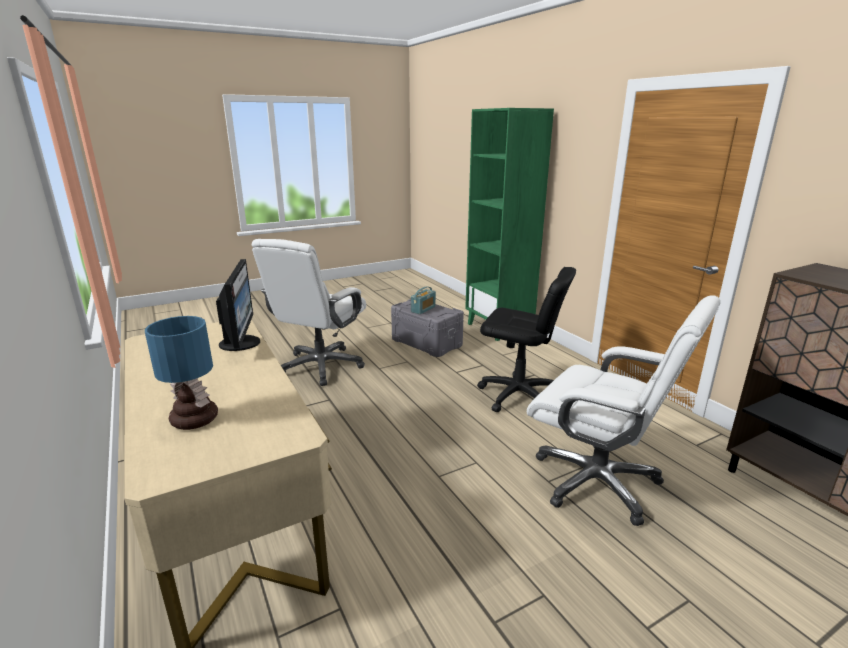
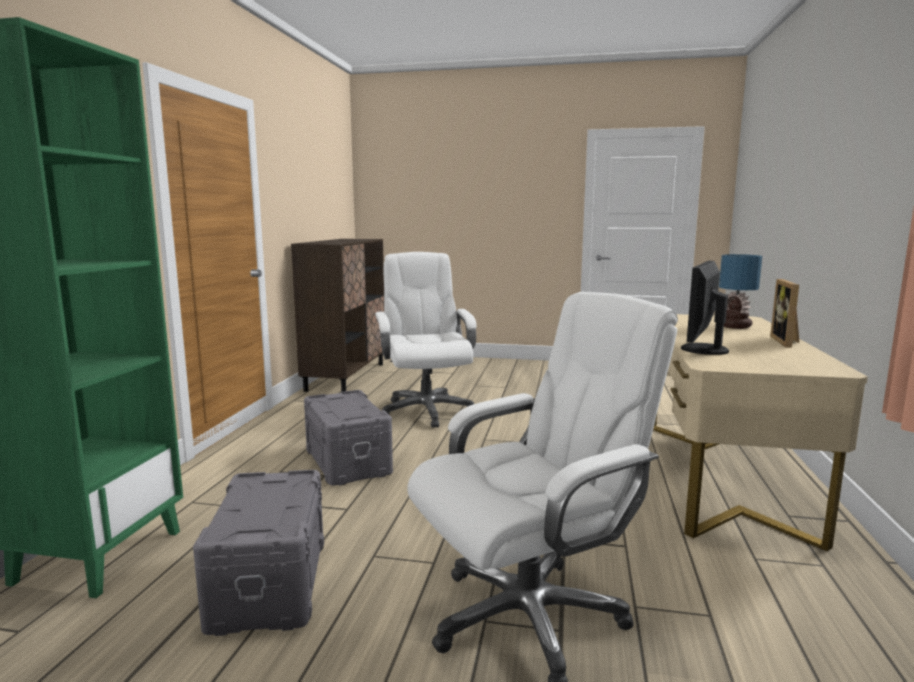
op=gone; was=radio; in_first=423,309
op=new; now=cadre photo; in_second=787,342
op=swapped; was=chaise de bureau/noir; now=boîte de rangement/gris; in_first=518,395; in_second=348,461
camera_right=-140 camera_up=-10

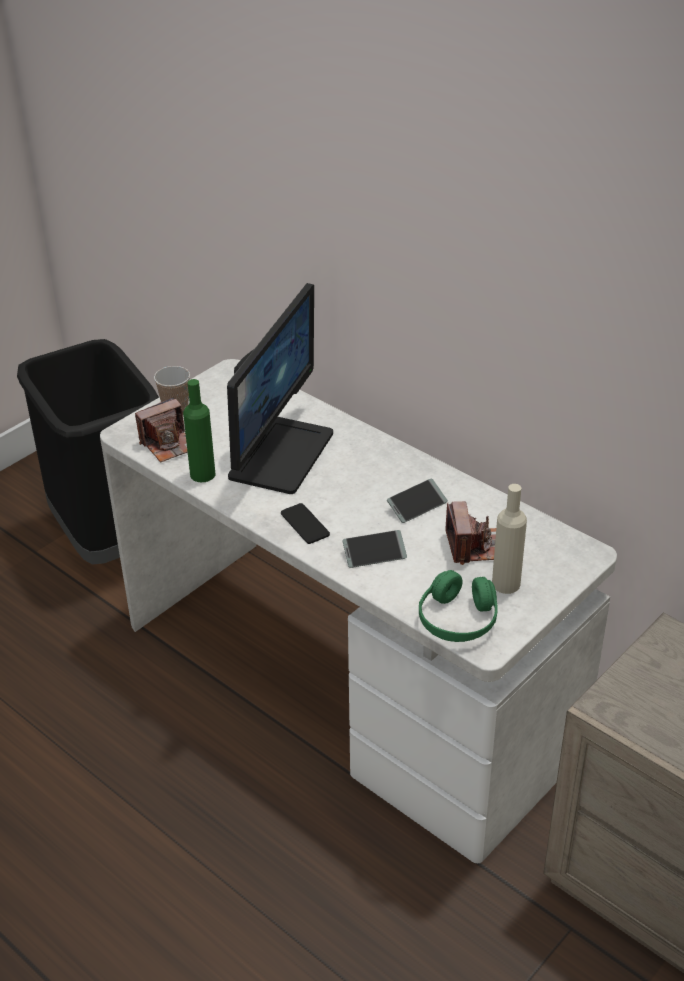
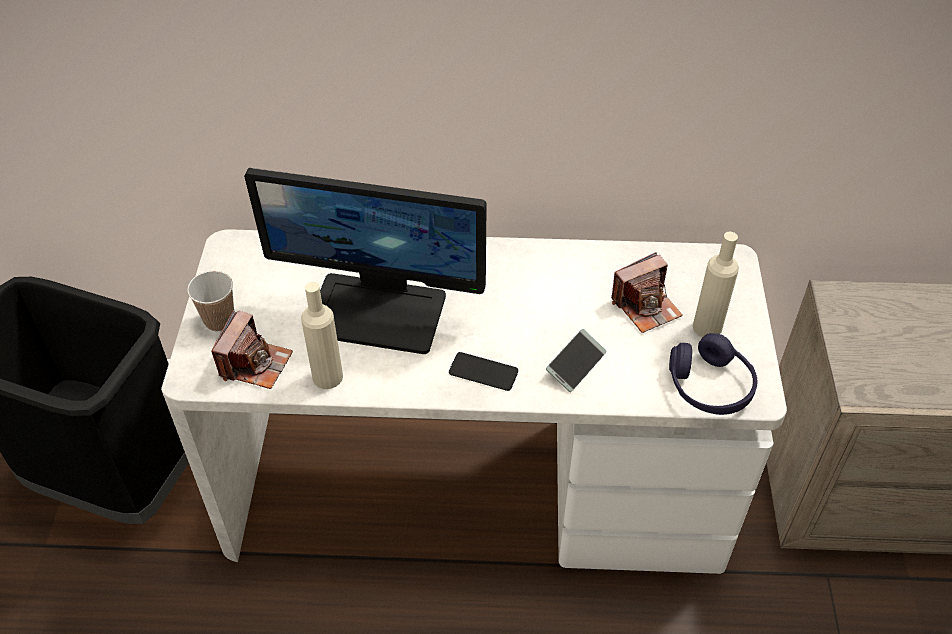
op=gone; was=téléphone; in_first=417,506
op=repainted; was=bouteille/vert; now=bouteille/beige; in_first=202,474; in_second=327,377
op=repainted; was=casque audio/vert; now=casque audio/violet; in_first=458,620; in_second=710,386
op=rotated; was=écran d'ordinateur; in_first=279,454; in_second=378,311; clockwise=120
op=rotated; was=appareil photo; in_first=474,546; in_second=646,307; clockwise=105
camera_right=-40 camera_up=10

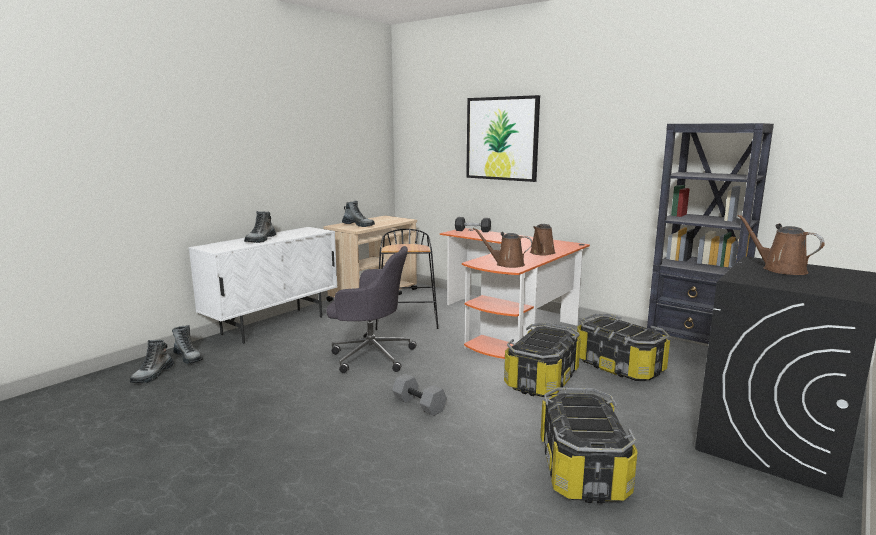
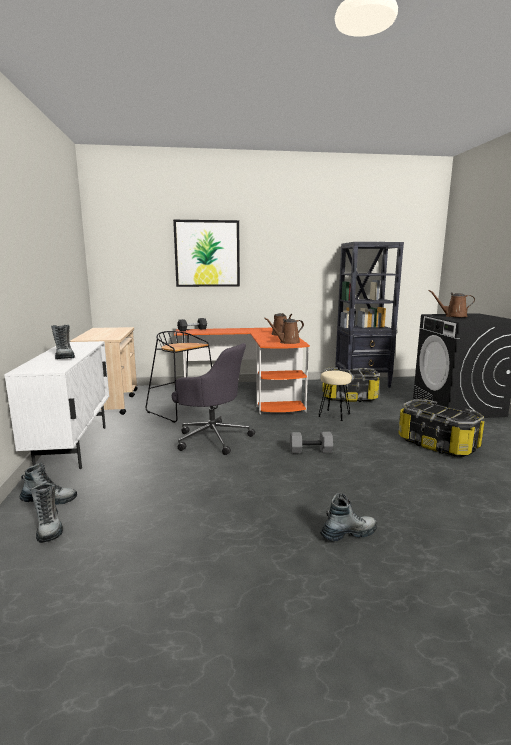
op=shifted; was=botte; in_first=358,225; in_second=348,534
op=swapped; was=boîte de rangement; now=tabouret/beige; in_first=541,379; in_second=334,415
op=rotated; was=chaise de bureau/gris; in_first=370,355; in_second=212,438; clockwise=60
camera_right=-45 camera_up=0

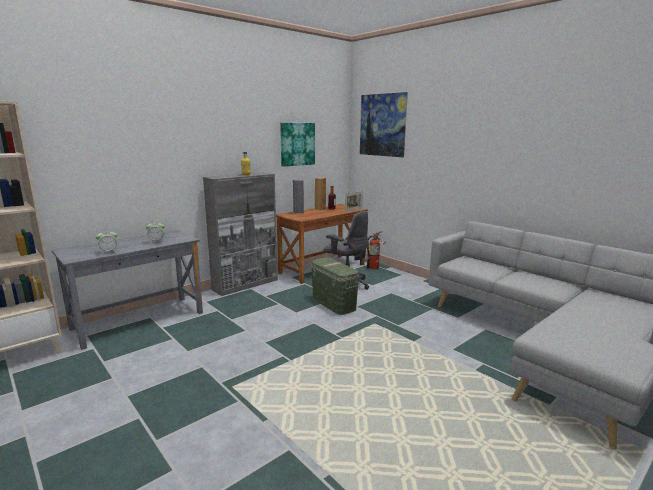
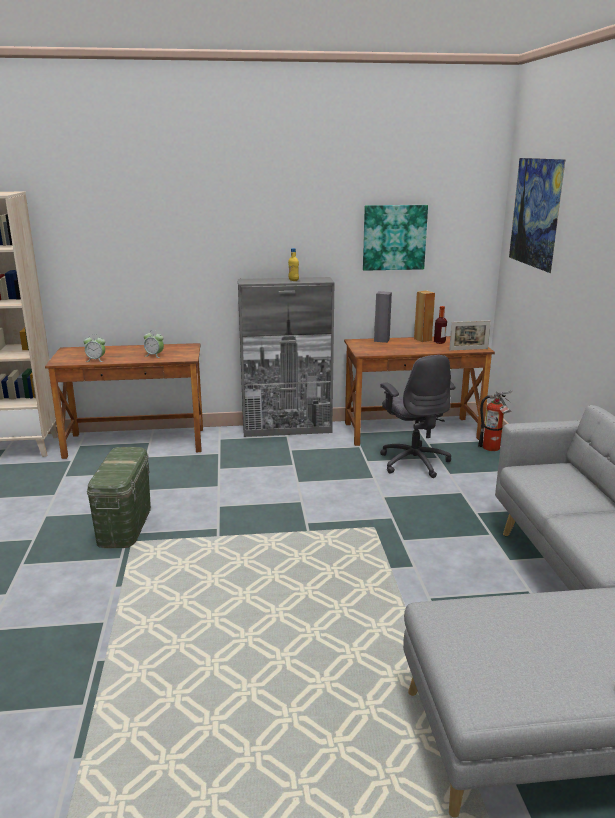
op=shifted; was=boîte de rangement/vert; in_first=333,303; in_second=124,525
op=repainted; was=bureau/gris; now=bureau/marron; in_first=138,320; in_second=136,443
camera_right=35 camera_up=5

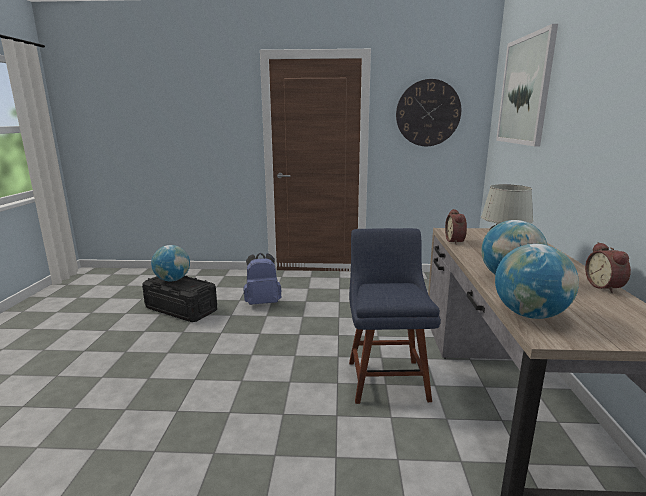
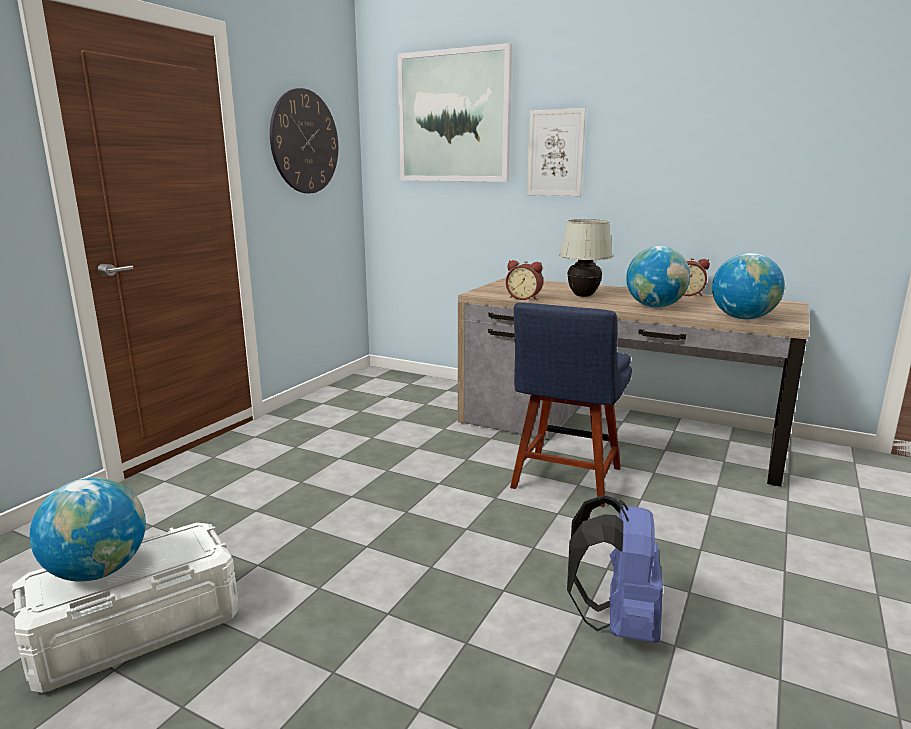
op=new; now=tableau; in_second=555,153
op=shifted; was=sac à dos/bleu; in_first=263,302; in_second=617,623
op=repainted; was=boîte de rangement/noir; now=boîte de rangement/blanc; in_first=181,309; in_second=136,630
op=rotated; was=chaise/bleu; in_first=386,377; in_second=565,480; clockwise=-90
camera_right=-65 camera_up=0

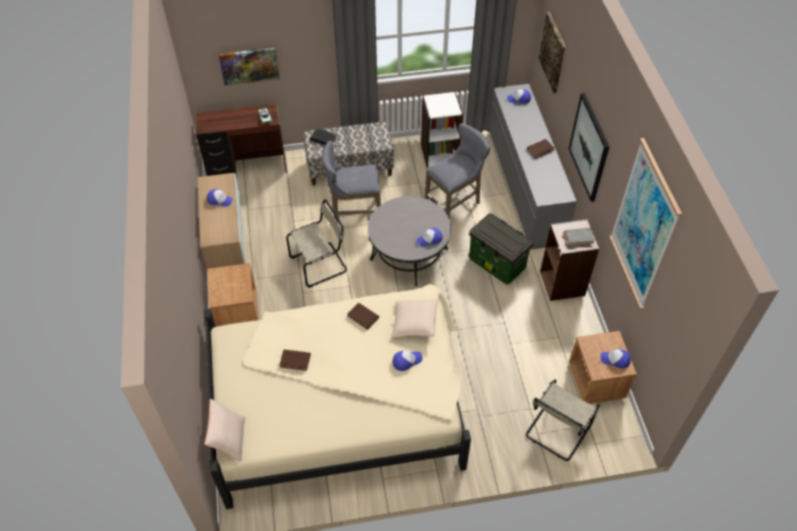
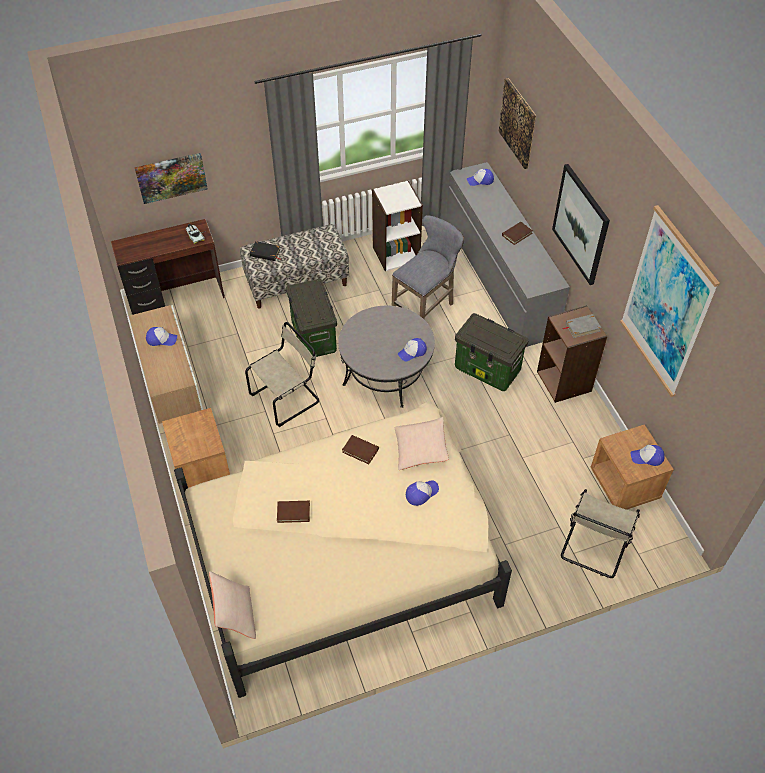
op=swapped; was=tabouret/gris; now=boîte de rangement; in_first=353,215; in_second=313,336
camera_right=-10 camera_up=0

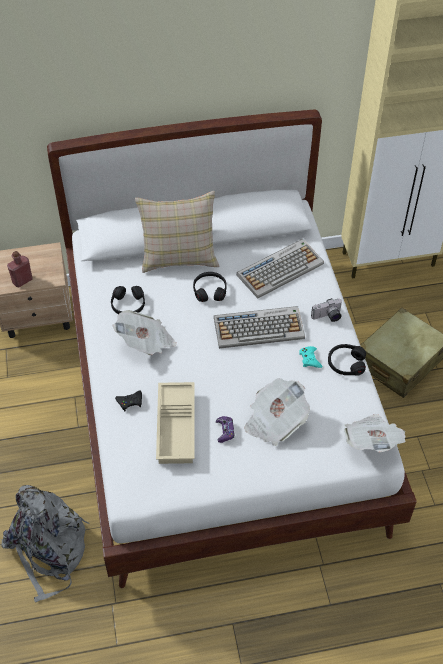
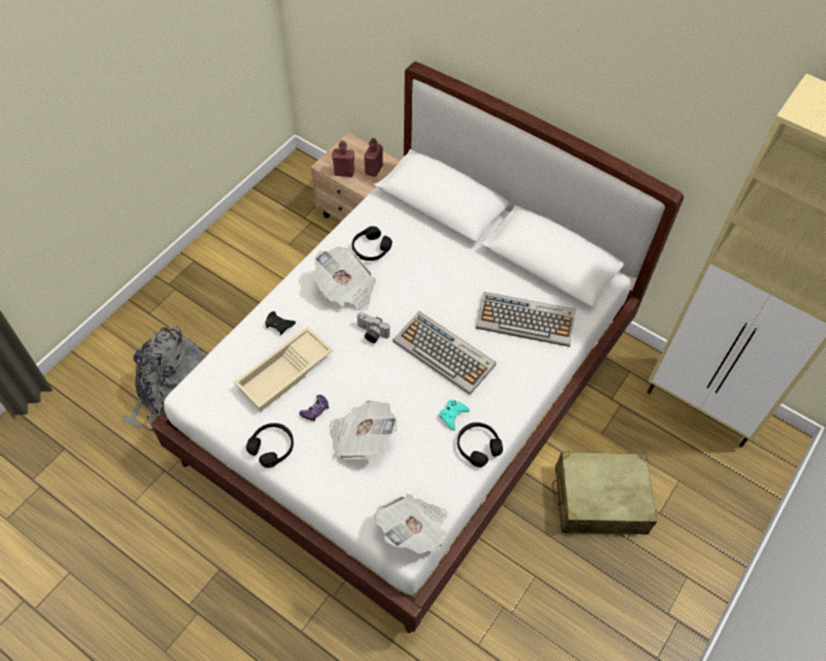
op=gone; was=coussin/beige; in_first=179,255
op=new; now=bouteille/rouge; in_second=373,170
op=shifted; was=casque audio/noir; in_first=210,290; in_second=272,447
op=shifted; was=appareil photo; in_first=327,317; in_second=371,334
camera_right=45 camera_up=5

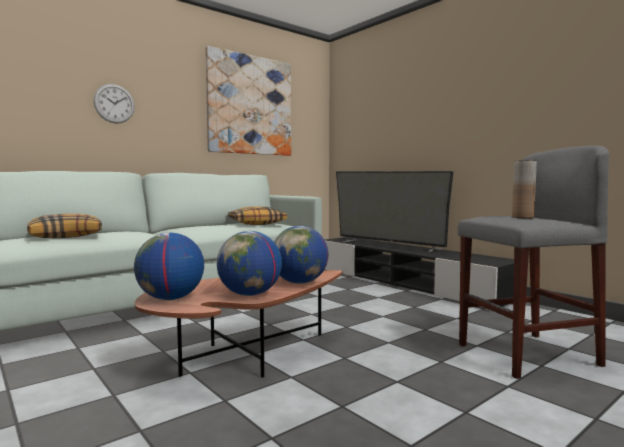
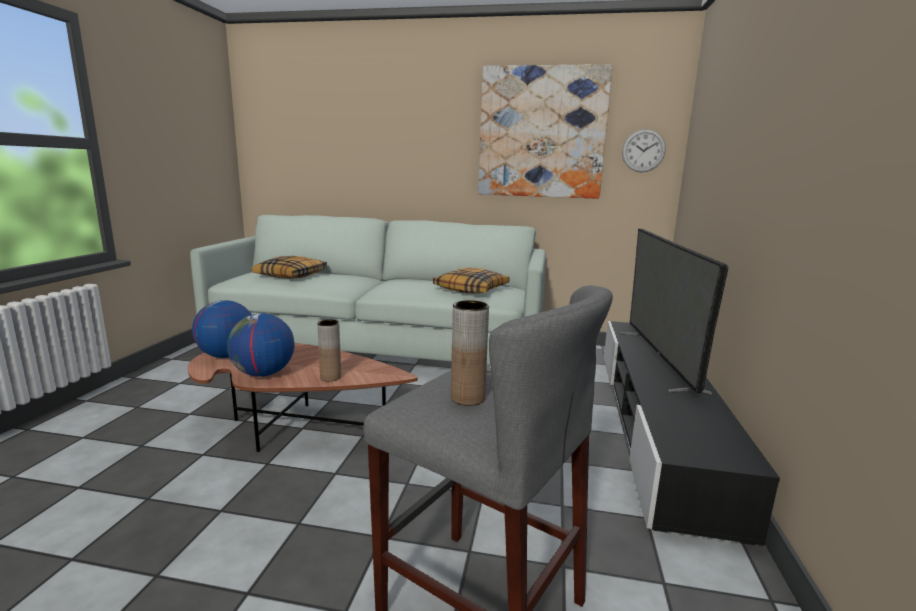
op=shifted; was=horloge murale; in_first=114,103; in_second=643,150
op=swapped; was=globe; now=vase/marron; in_first=300,283; in_second=330,377
camera_right=50 camera_up=10

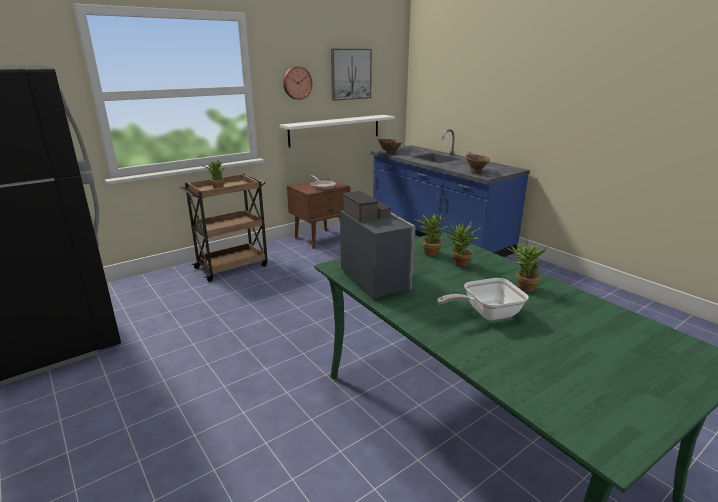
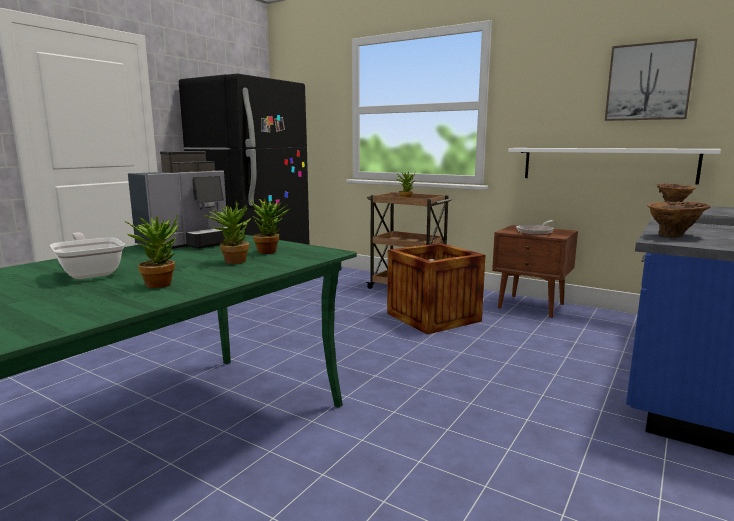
op=gone; was=horloge murale; in_first=297,83
op=new; now=caisse; in_second=433,317
camera_right=70 camera_up=-10

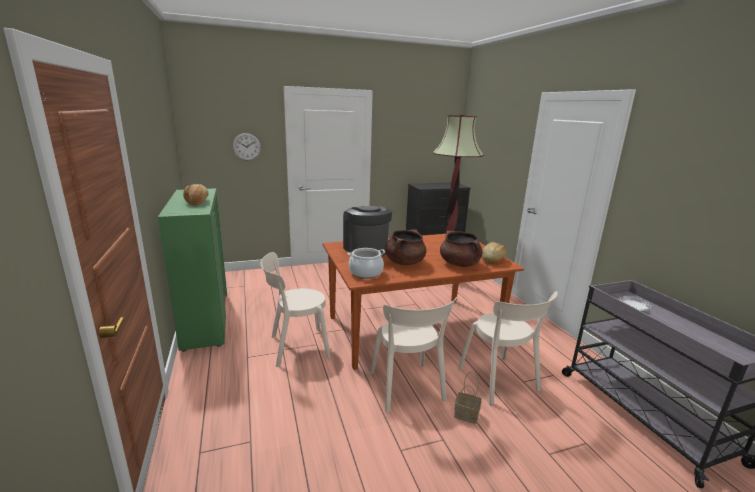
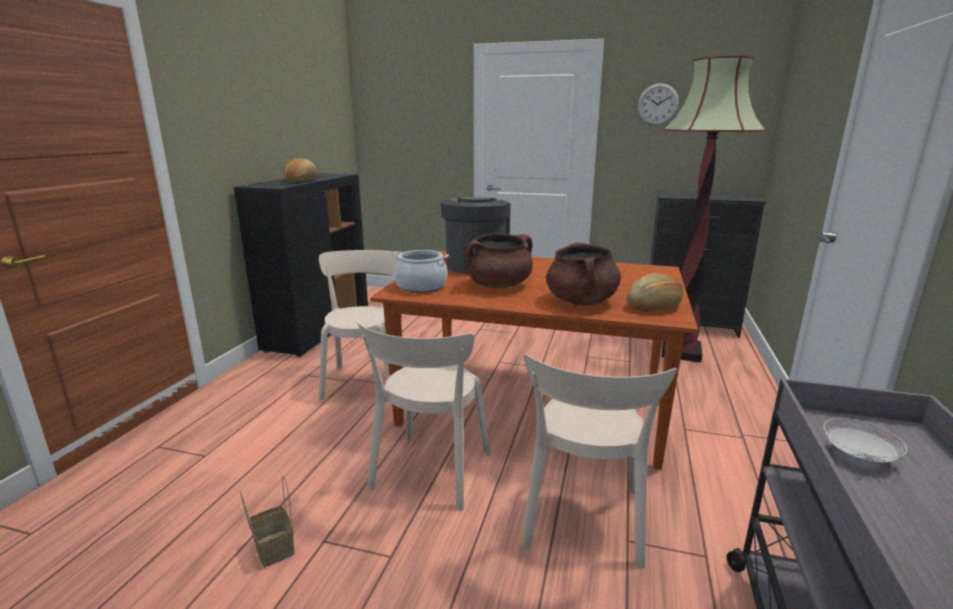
op=shifted; was=horloge murale; in_first=246,146; in_second=658,104
op=shifted; was=panier; in_first=465,414; in_second=273,547
op=repainted; was=meuble de rangement/vert; now=meuble de rangement/noir; in_first=205,320; in_second=318,329
op=rotated; was=chaise/beige; in_first=296,347; in_second=365,380; clockwise=75
camera_right=35 camera_up=0

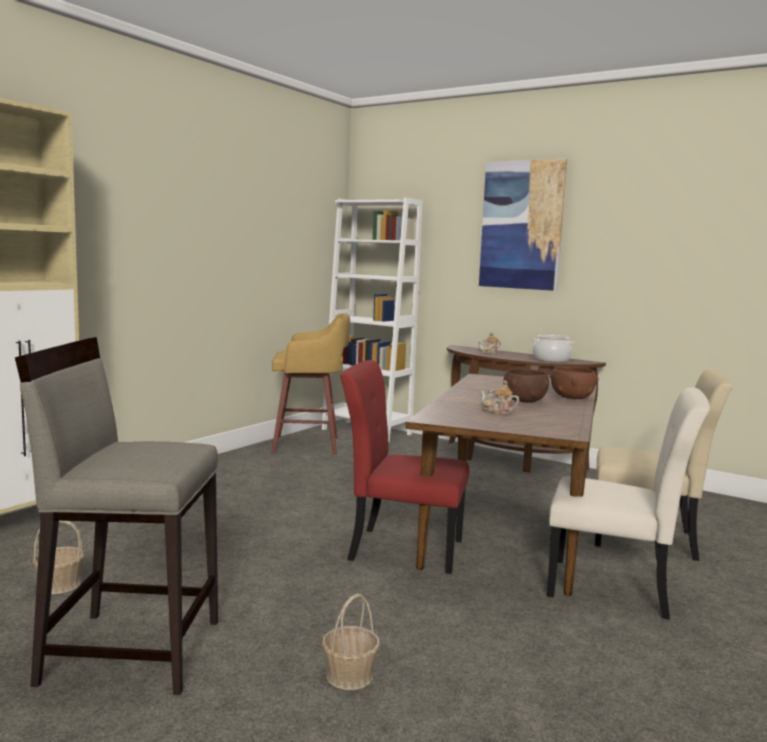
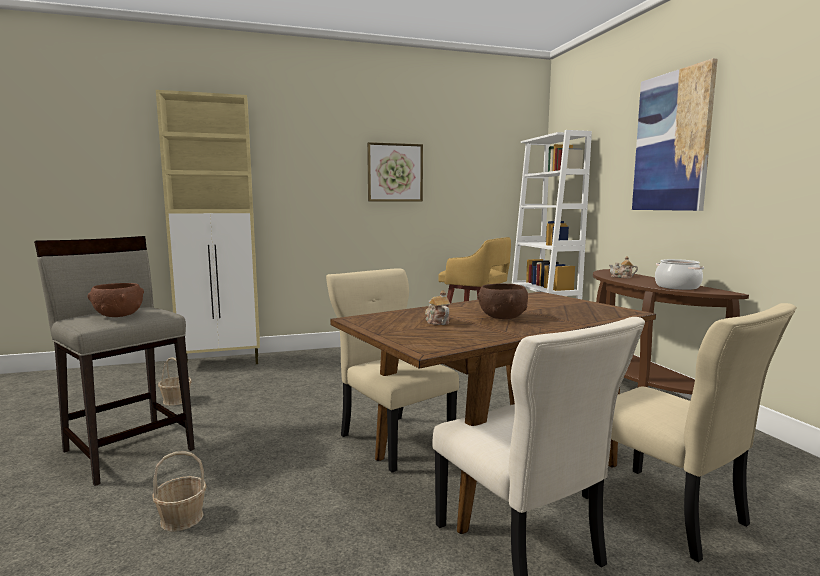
op=new; now=tableau; in_second=395,172
op=shifted; was=bol/marron; in_first=572,397; in_second=118,315
op=repainted; was=chaise/rouge; now=chaise/beige; in_first=401,549; in_second=393,440
camera_right=40 camera_up=0

